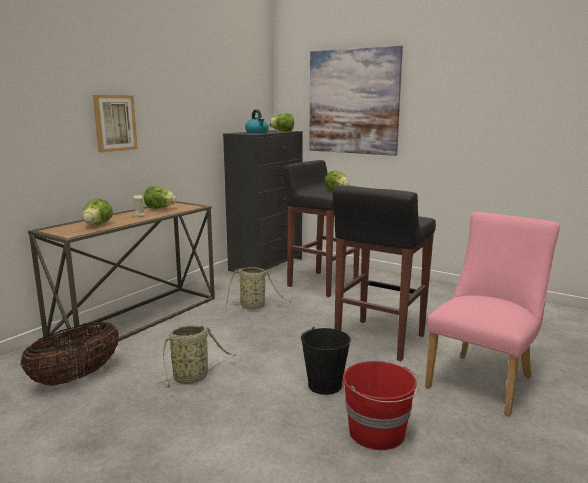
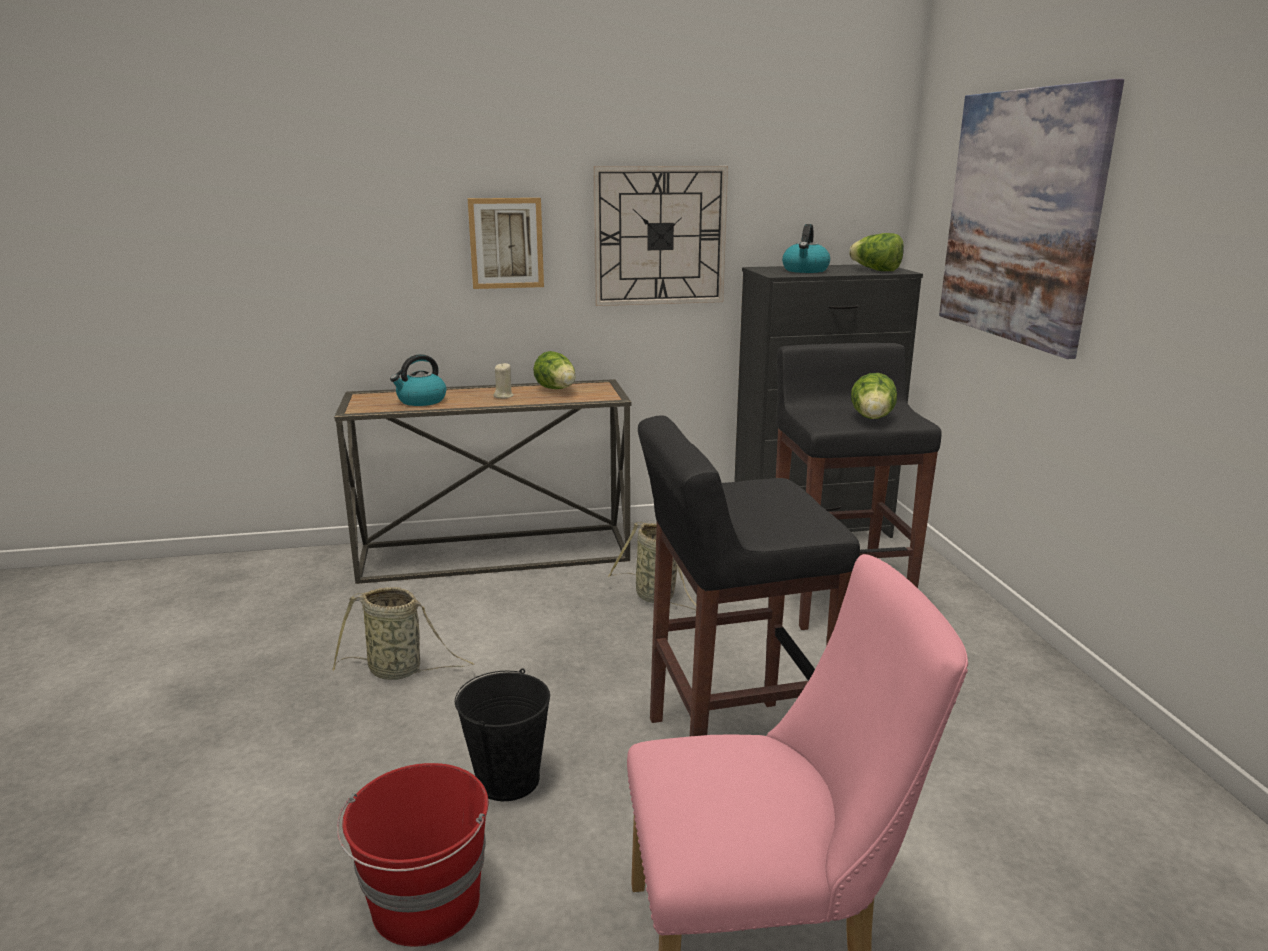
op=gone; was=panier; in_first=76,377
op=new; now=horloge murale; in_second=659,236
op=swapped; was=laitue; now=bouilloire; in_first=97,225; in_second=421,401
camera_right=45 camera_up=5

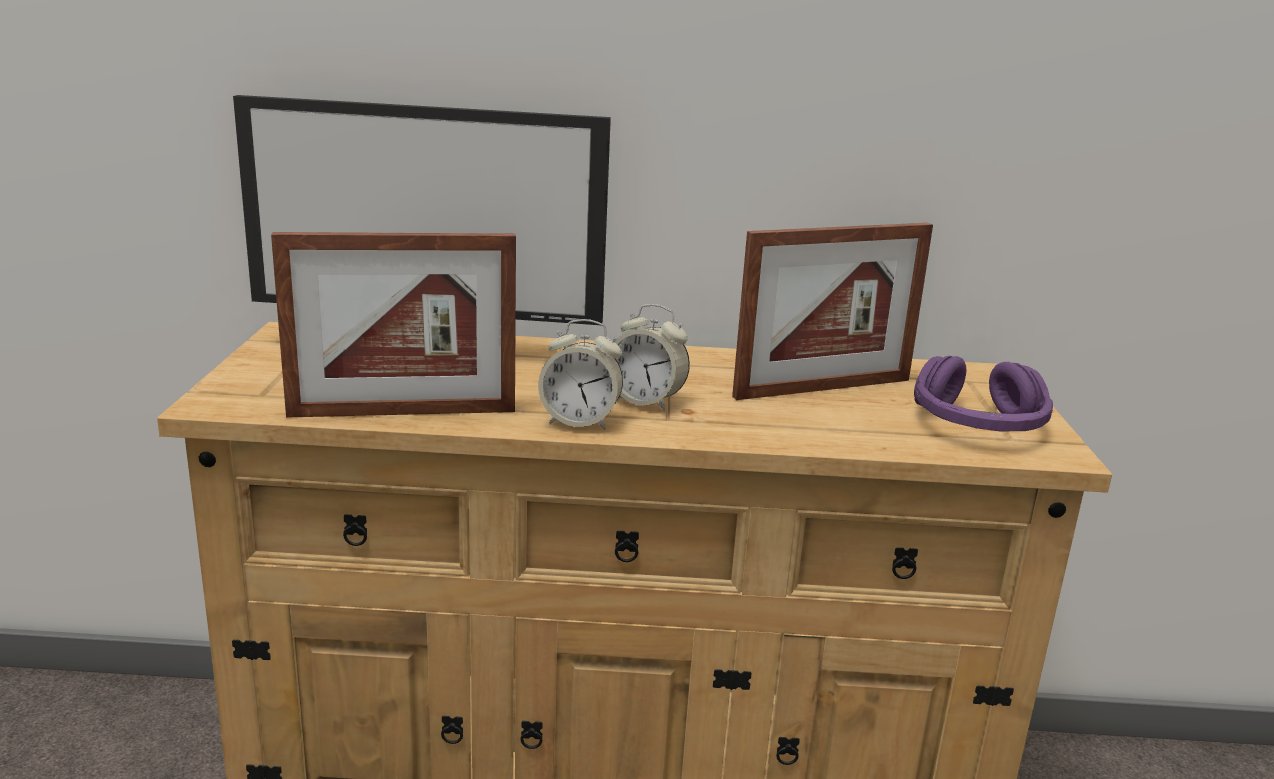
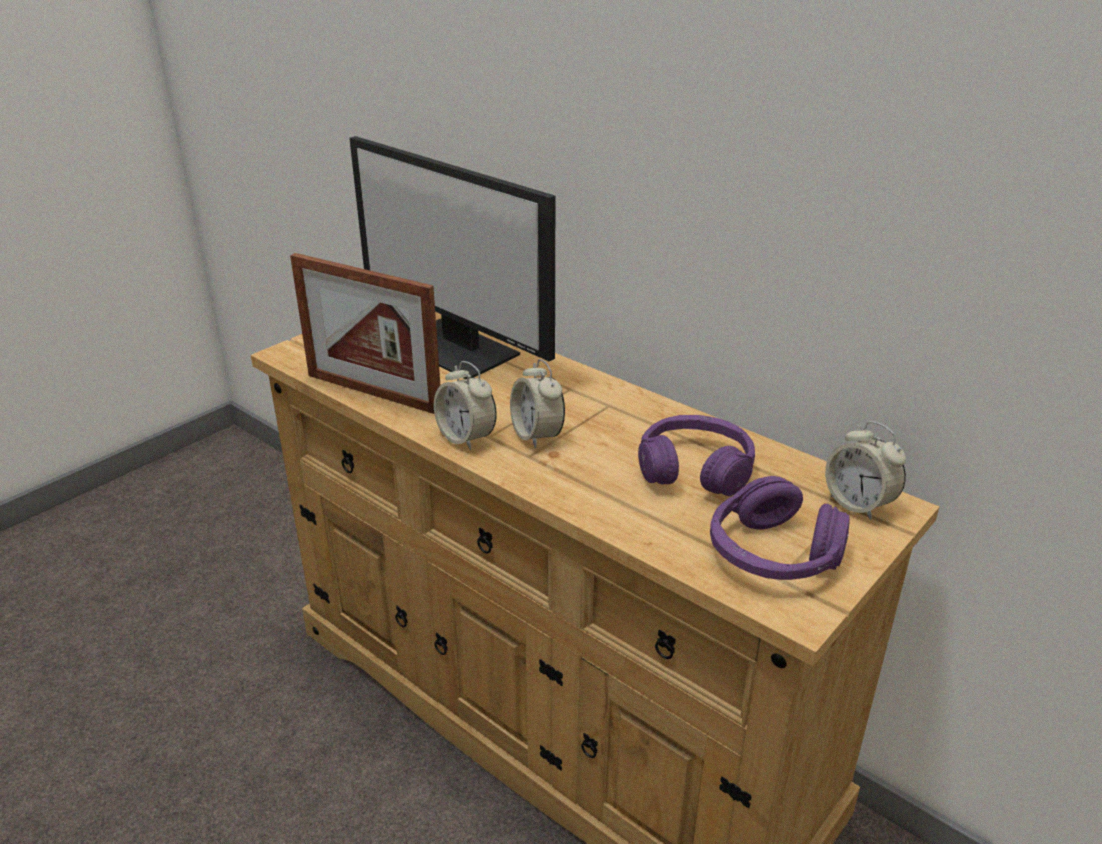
op=new; now=réveil; in_second=858,504
op=swapped; was=cadre photo; now=casque audio/violet; in_first=823,388; in_second=695,469
camera_right=40 camera_up=10

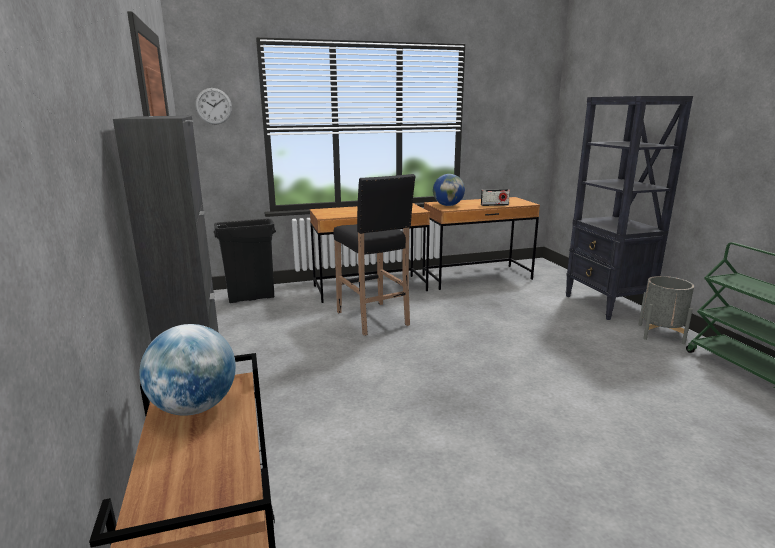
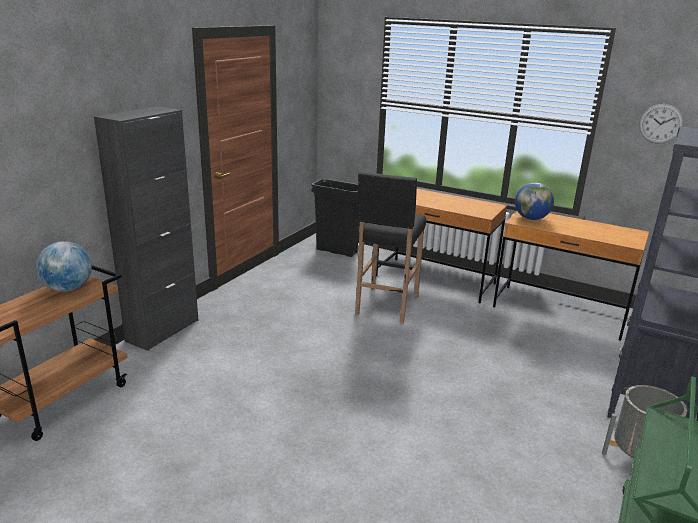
op=gone; was=radio; in_first=494,205
op=shifted; was=horloge murale; in_first=213,106; in_second=660,123
camera_right=45 camera_up=5

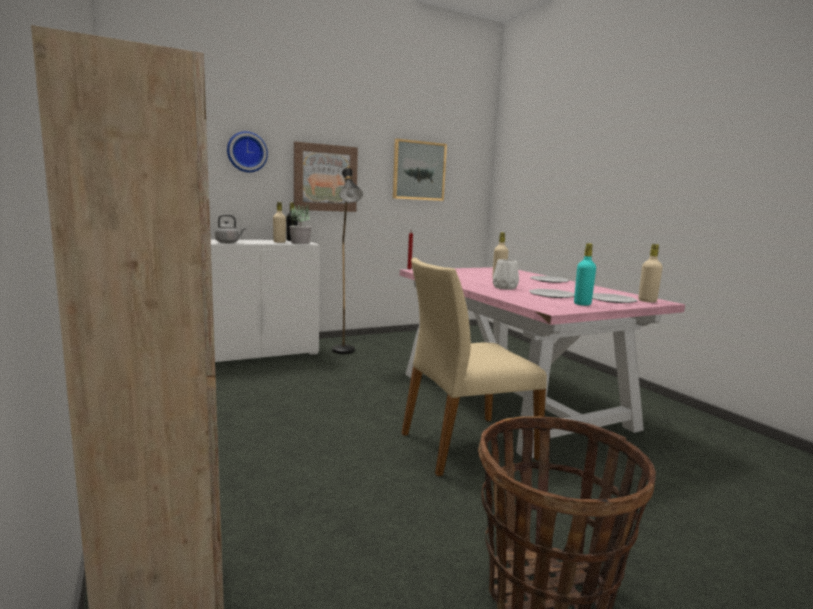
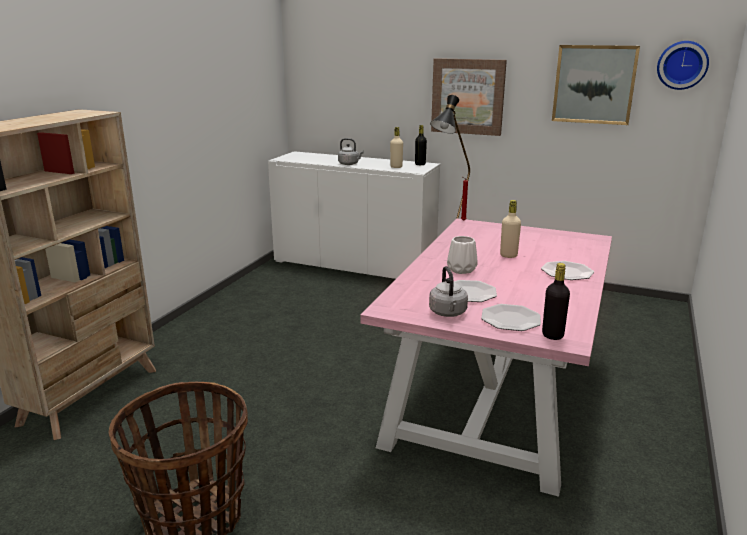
op=gone; was=plante en pot; in_first=300,243
op=gone; was=chaise/beige; in_first=465,445
op=shifted; was=horloge murale; in_first=247,152; in_second=682,65
op=swapped; was=bouteille/turquoise; now=bouilloire/gris; in_first=582,304; in_second=448,313
op=repainted; was=bouteille/beige; now=bouteille/noir; in_first=647,301; in_second=552,335
camera_right=50 camera_up=10

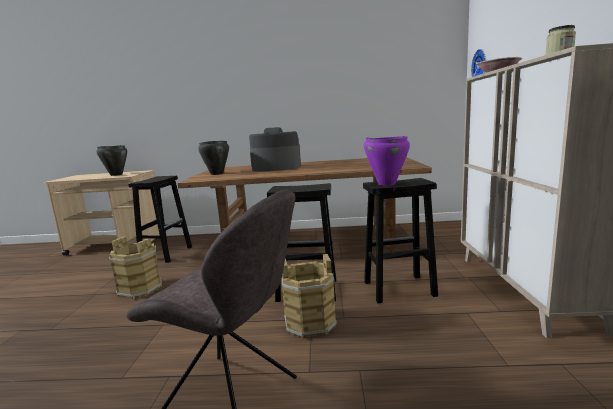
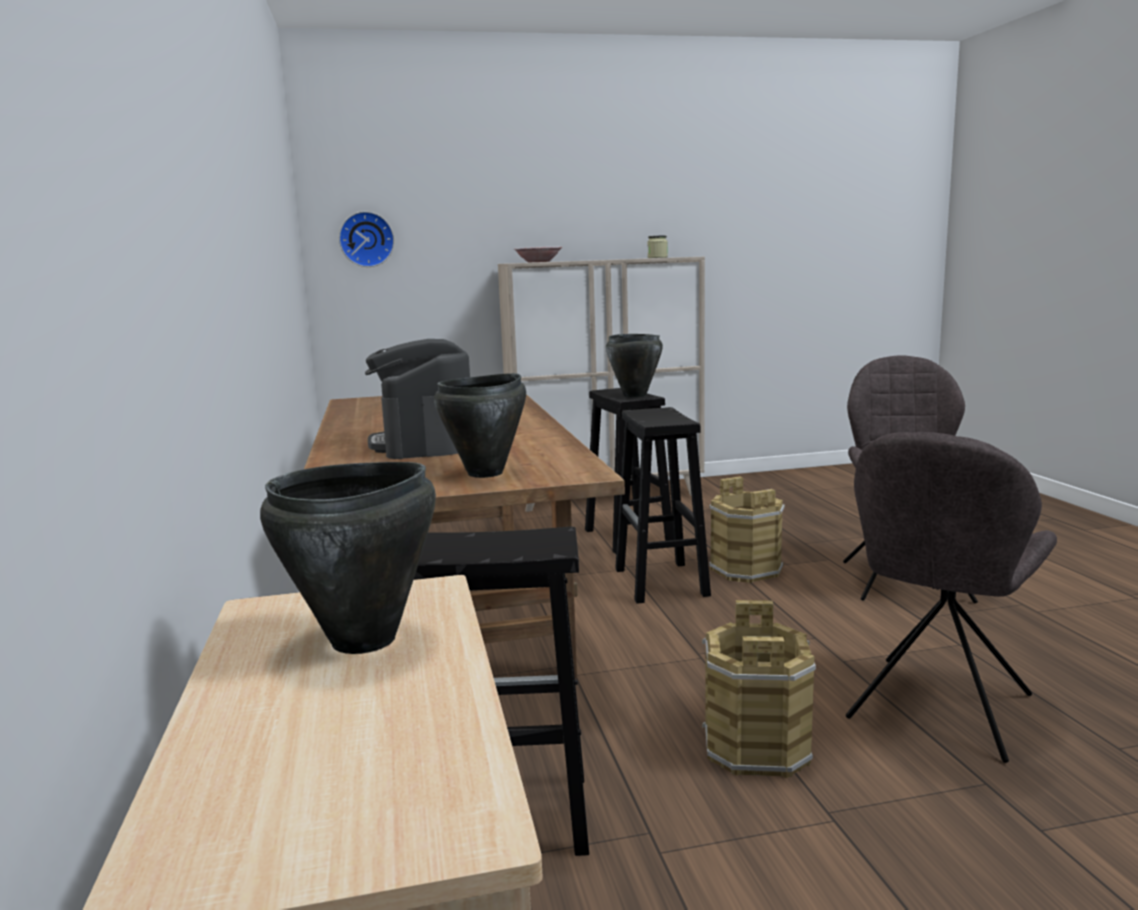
op=new; now=chaise/gris; in_second=937,710
op=repainted; was=marmite/violet; now=marmite/noir; in_first=386,184; in_second=634,395
camera_right=-105 camera_up=0

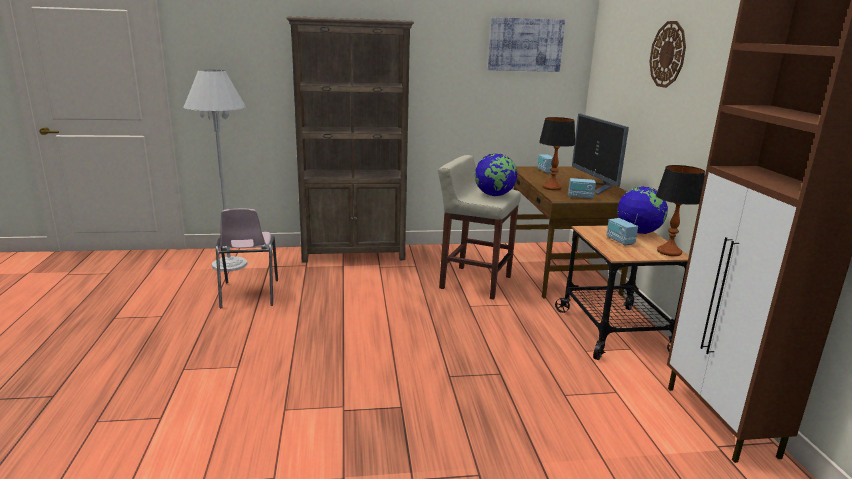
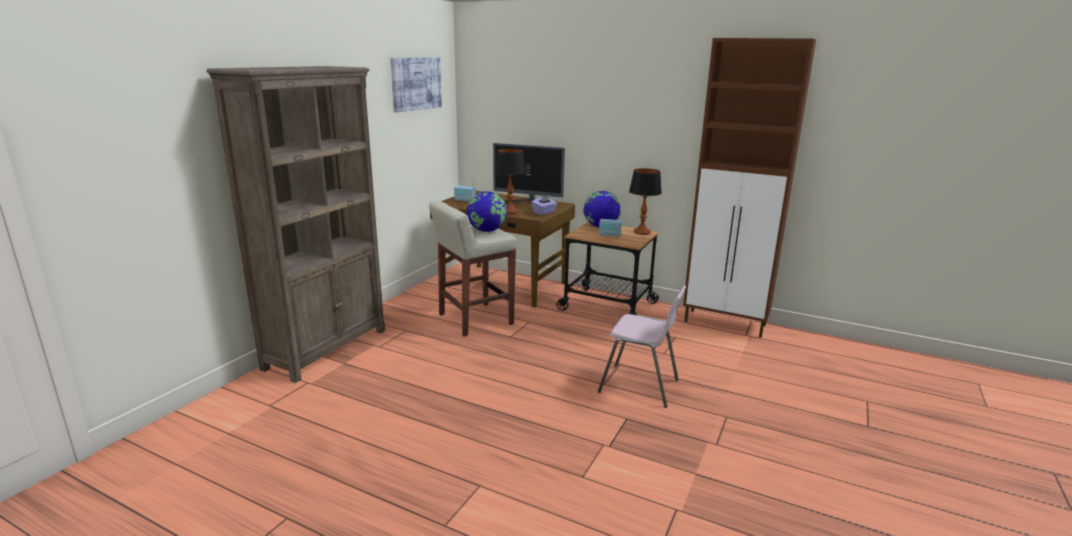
op=gone; was=lampadaire/blanc; in_first=229,265
op=gone; was=horloge murale; in_first=668,54
op=shifted; was=chaise/rose; in_first=248,294; in_second=639,386
op=swapped; was=radio; now=boîte à mouchoirs/violet; in_first=580,197; in_second=544,212
camera_right=-55 camera_up=0

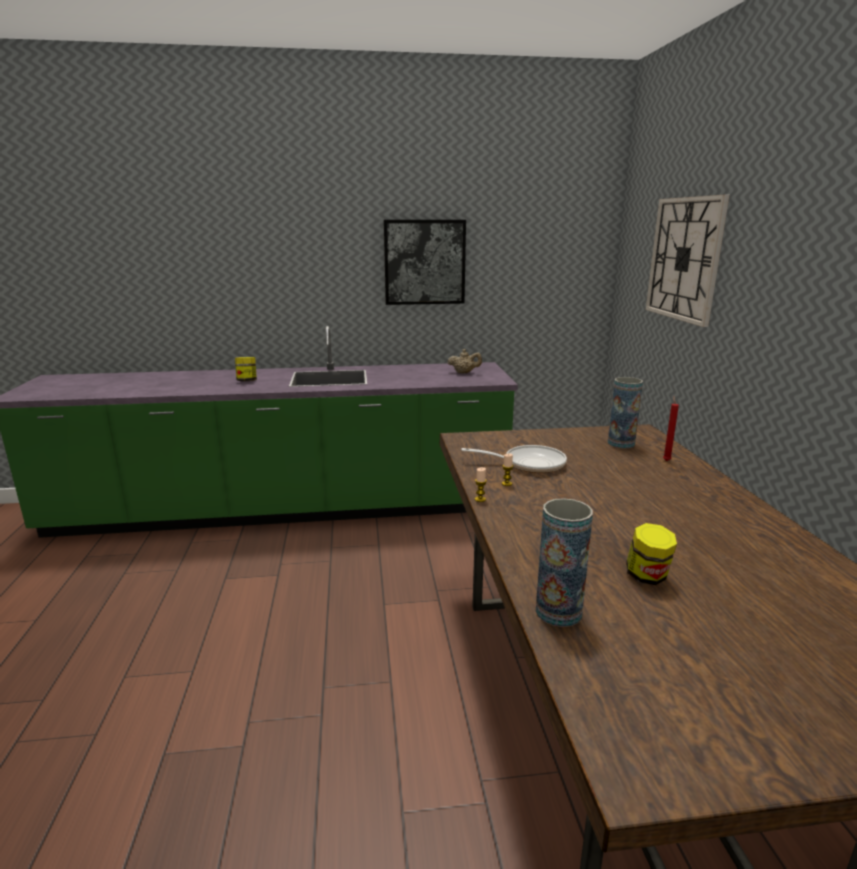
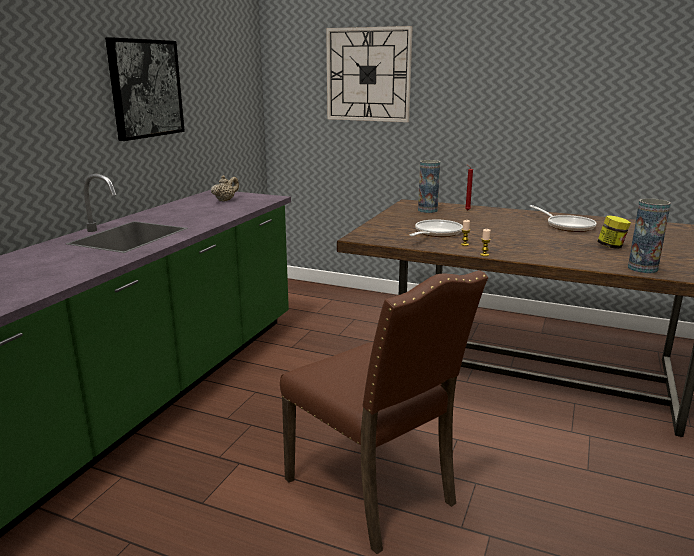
op=gone; was=bocal; in_first=247,381
op=new; now=chaise/marron; in_second=374,491
op=new; now=poêle; in_second=567,226
camera_right=-60 camera_up=0

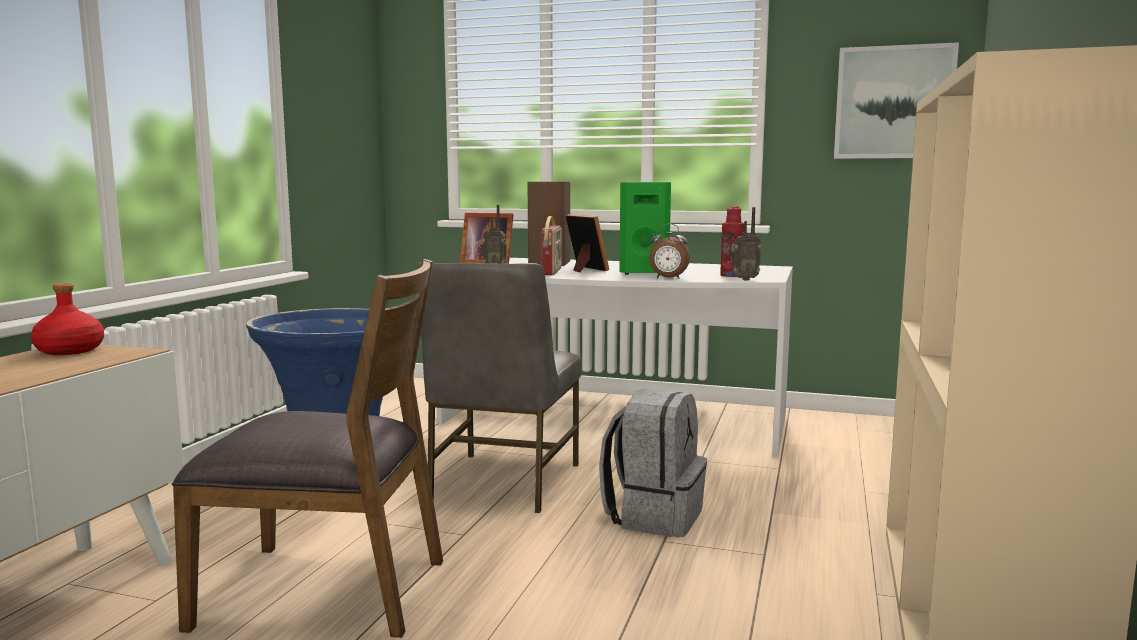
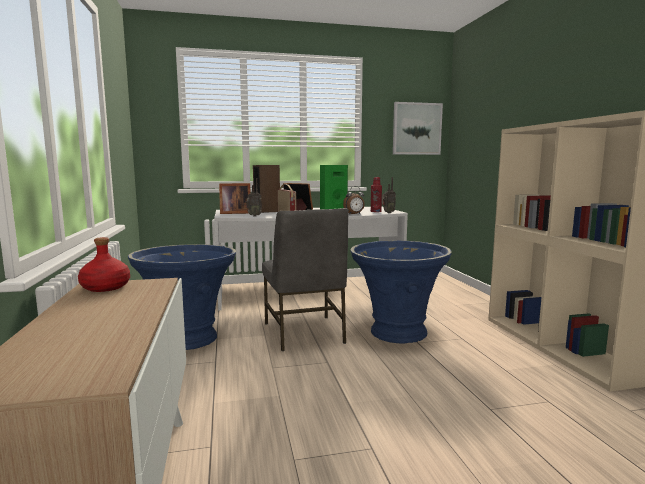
op=gone; was=chaise/marron; in_first=326,590
op=swapped; was=sac à dos/gris; now=cache-pot/bleu; in_first=654,516; in_second=397,333
camera_right=-30 camera_up=0

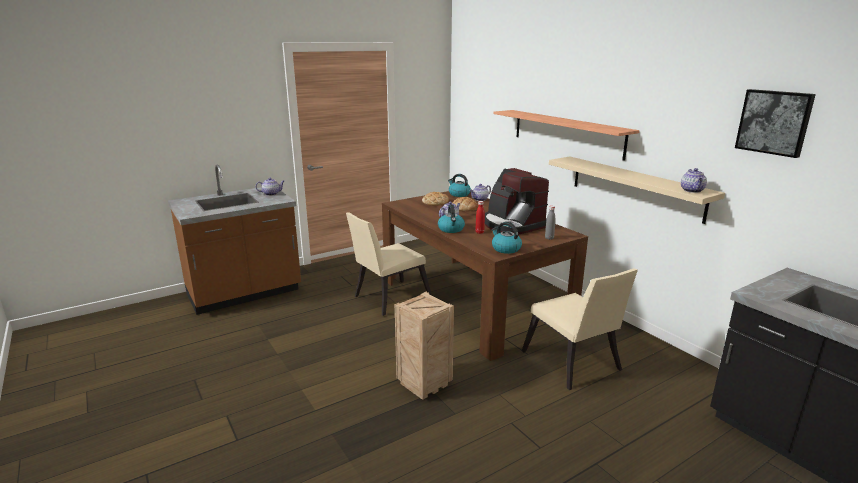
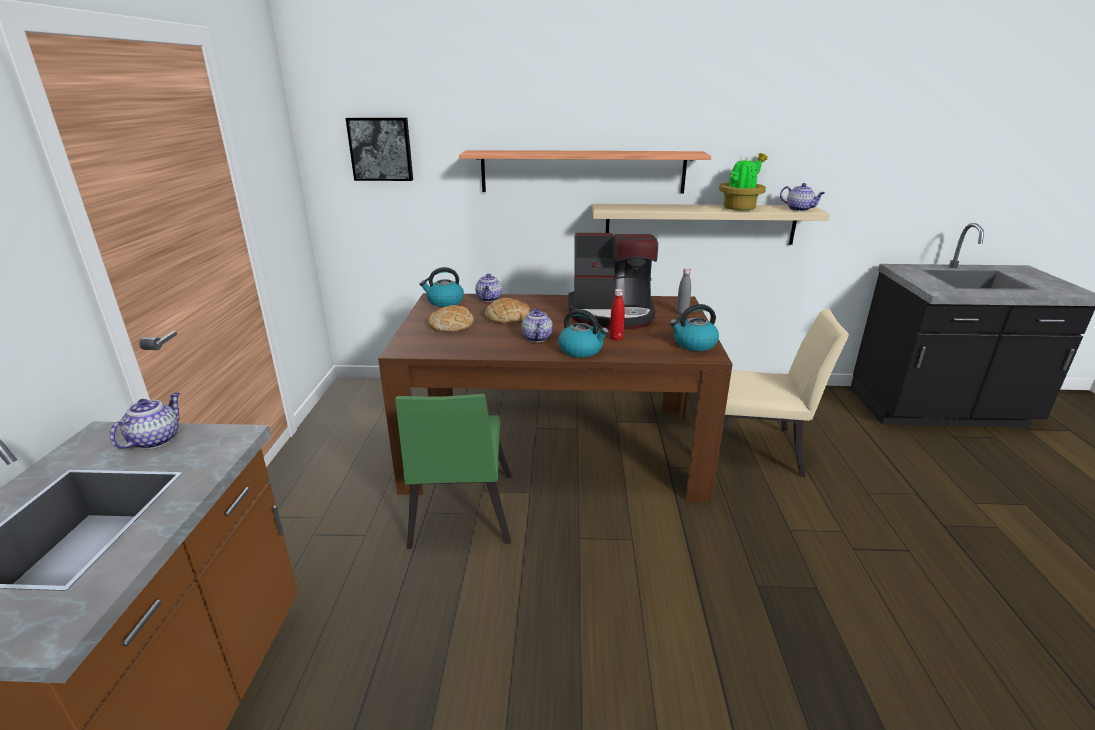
op=gone; was=caisse; in_first=424,384
op=new; now=plante en pot; in_second=740,208
op=shifted; was=tableau; in_first=774,122; in_second=381,149
op=repainted; was=chaise/beige; now=chaise/vert; in_first=388,298; in_second=460,515
camera_right=-55 camera_up=5

